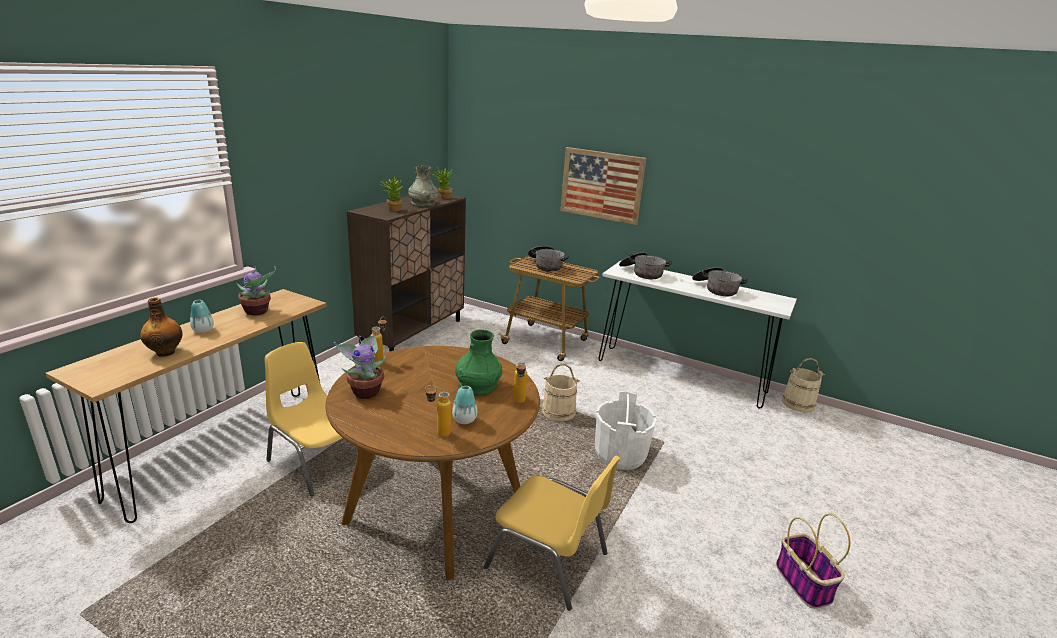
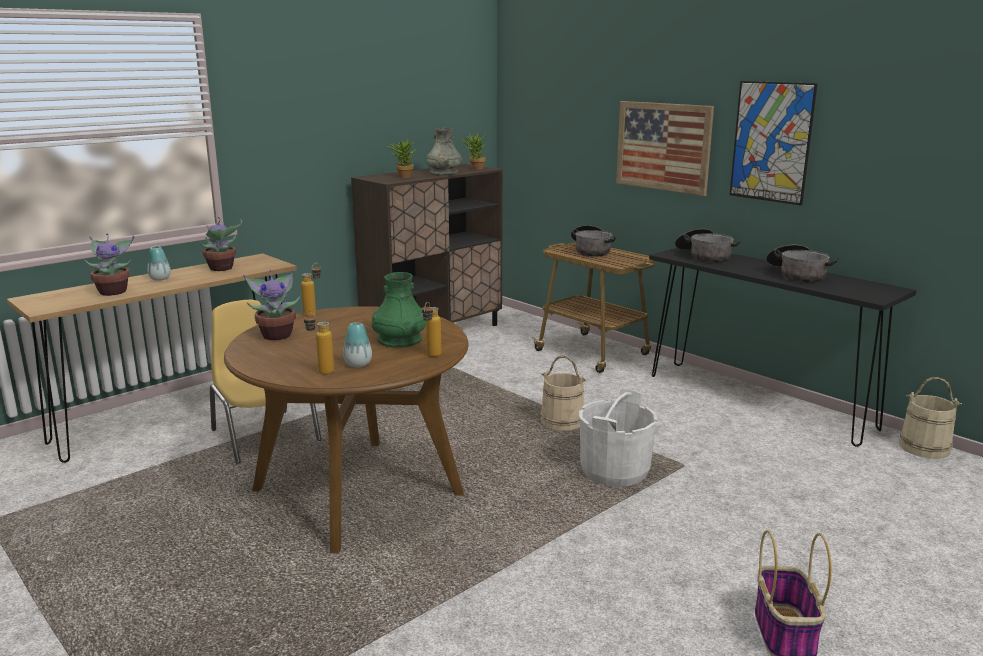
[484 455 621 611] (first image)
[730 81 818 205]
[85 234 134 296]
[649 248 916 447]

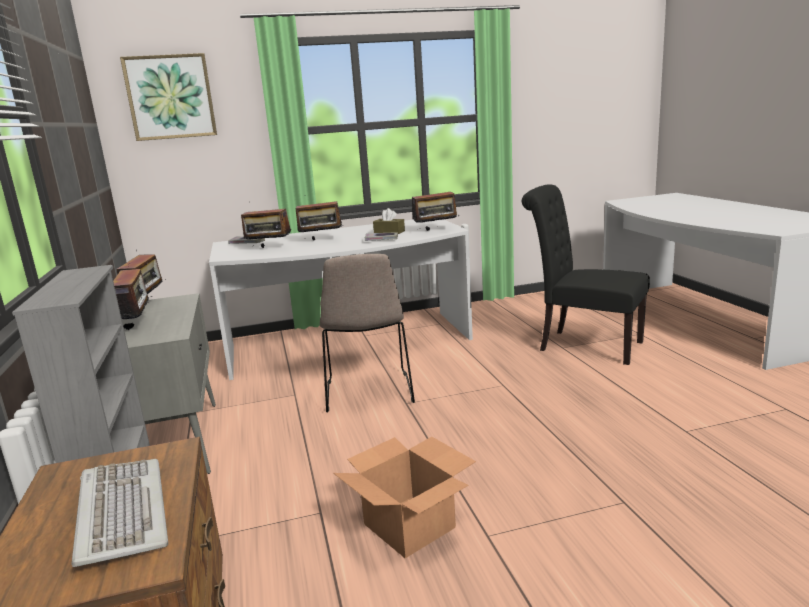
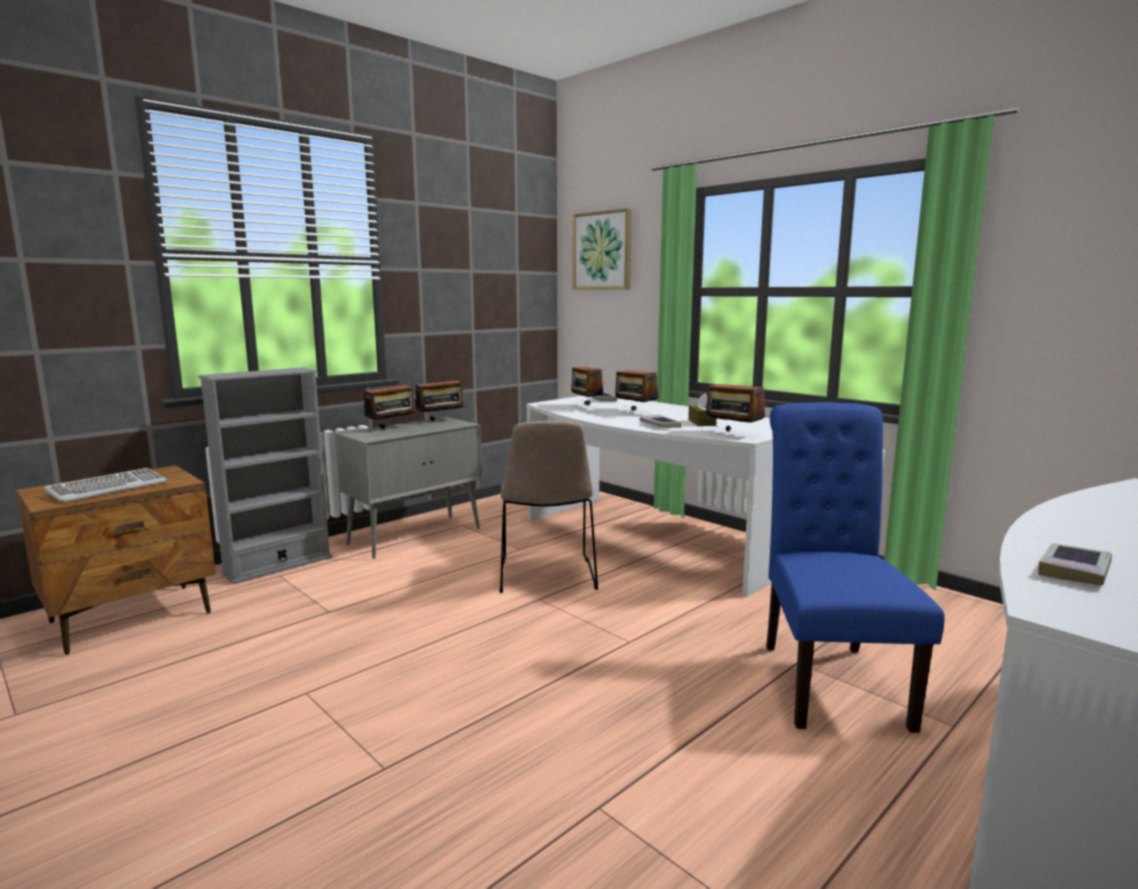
[333 437 476 558] (first image)
[1038 543 1112 585]
[766 402 944 733]
[500 421 598 593]

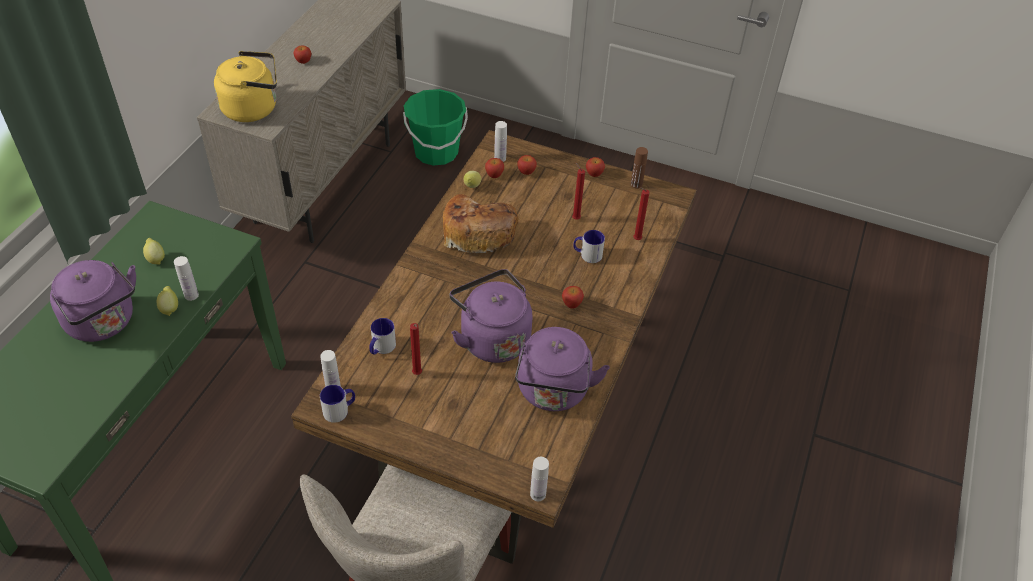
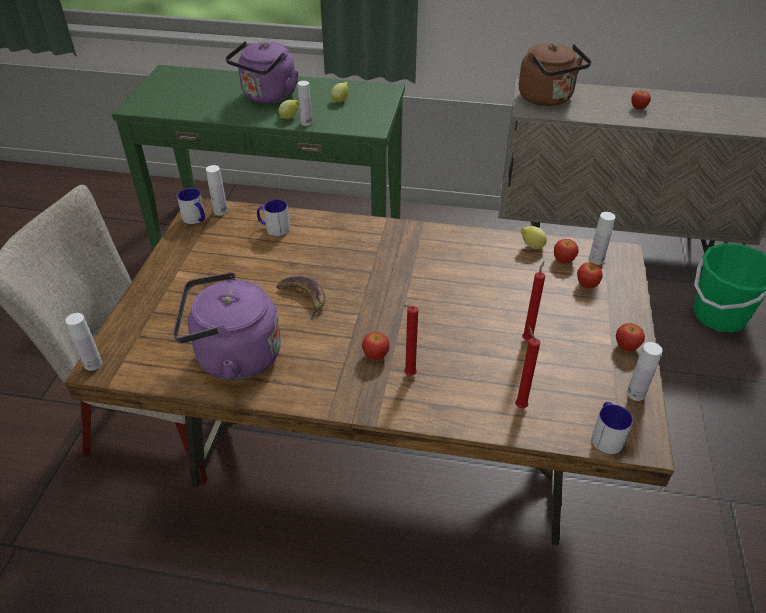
[443 194 519 253] (first image)
[404 305 418 376]
[592 402 633 454]
[276 276 325 320]
[519 44 591 106]
[627 342 663 401]

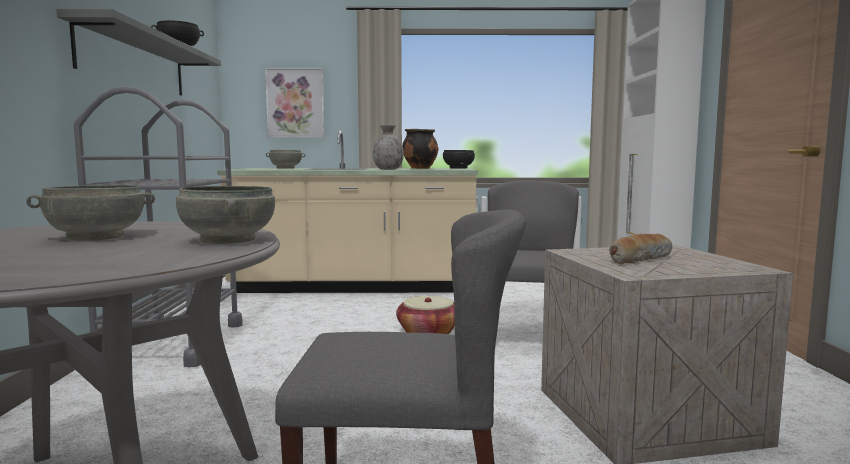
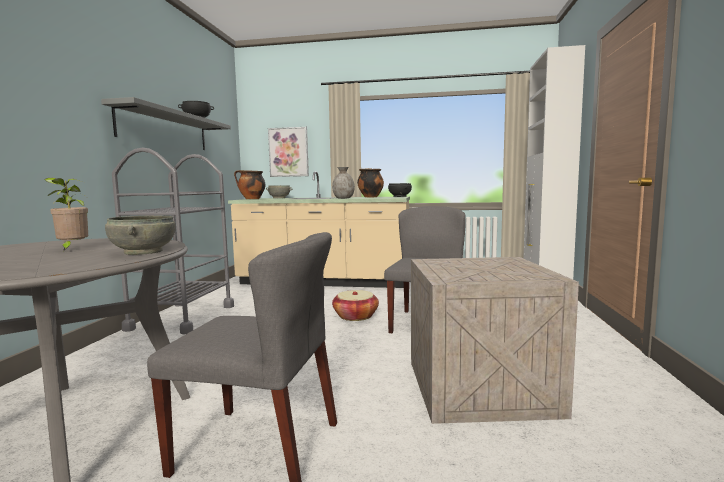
[609 233 672 264] (first image)
[234 170 266 199]
[44 178 88 251]

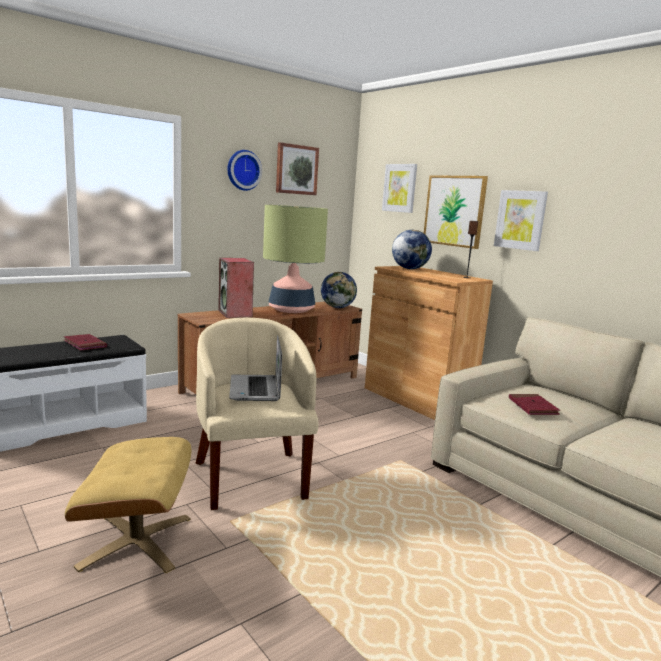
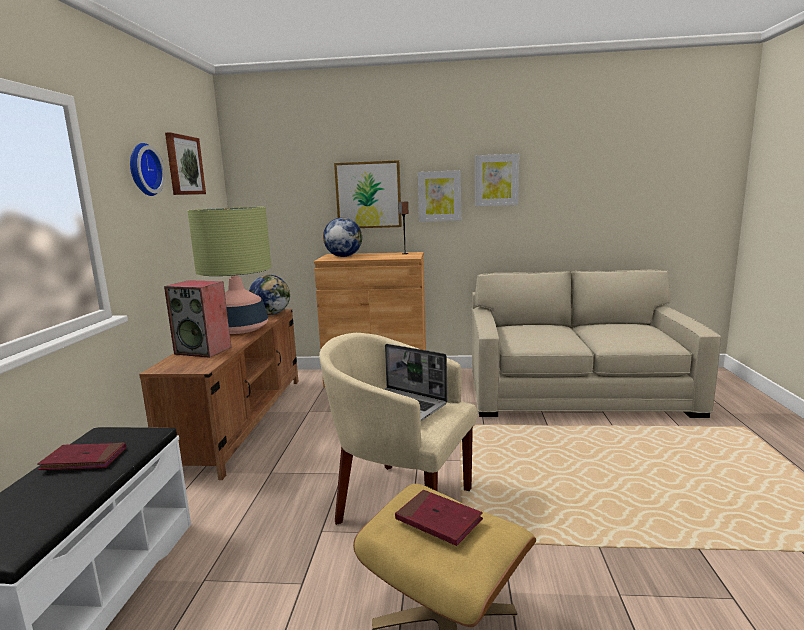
[475 154 519 206]
[395 490 483 546]

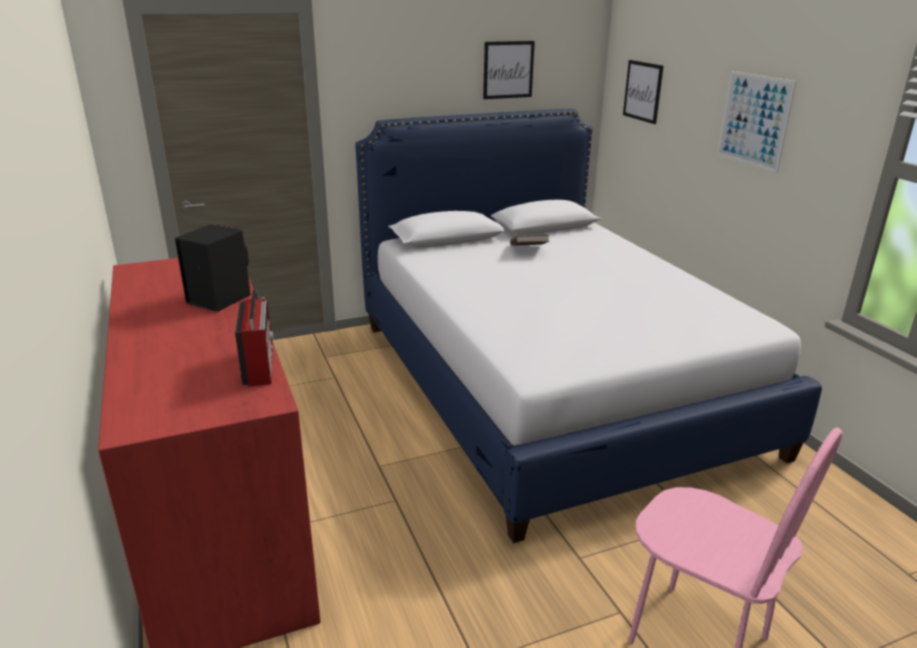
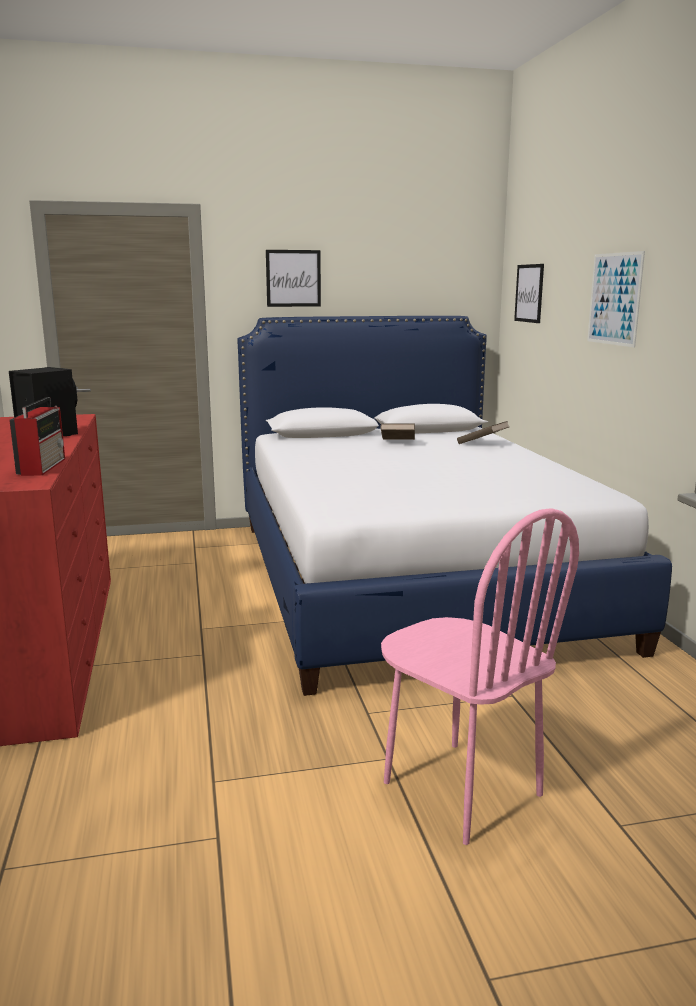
[457 421 509 444]
[266 250 321 307]

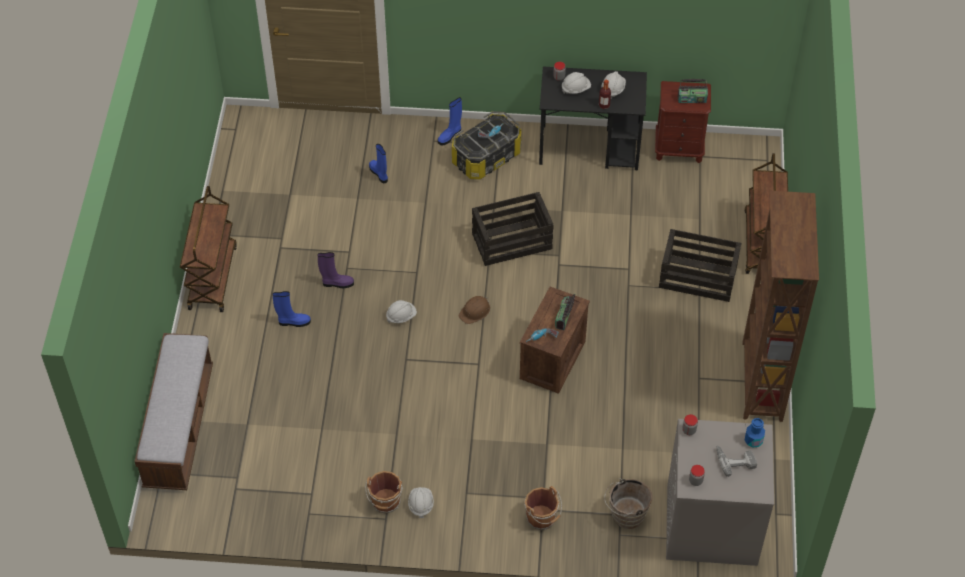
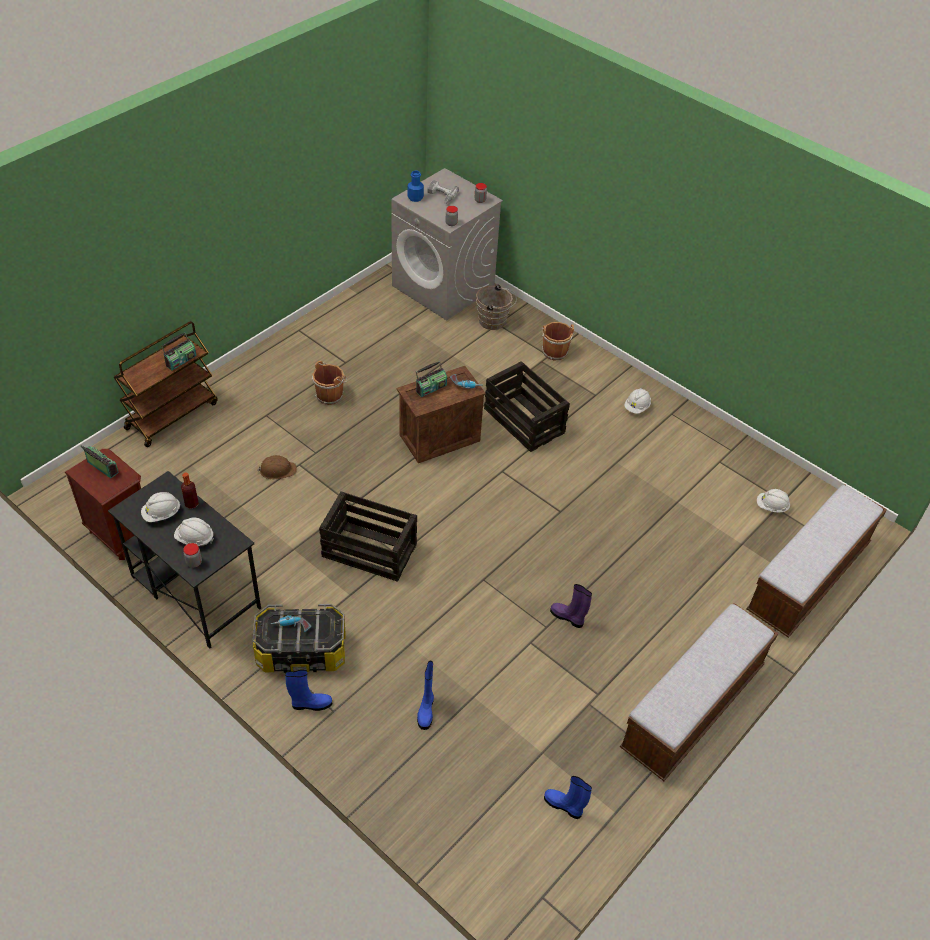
[742 191 819 422] (first image)
[161 332 196 370]
[544 776 592 819]
[311 361 347 405]
[757 489 790 513]
[257 455 297 479]
[484 361 570 452]
[620 603 778 781]

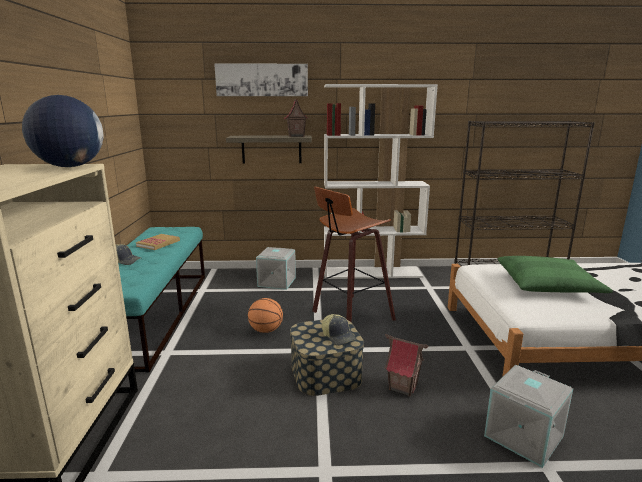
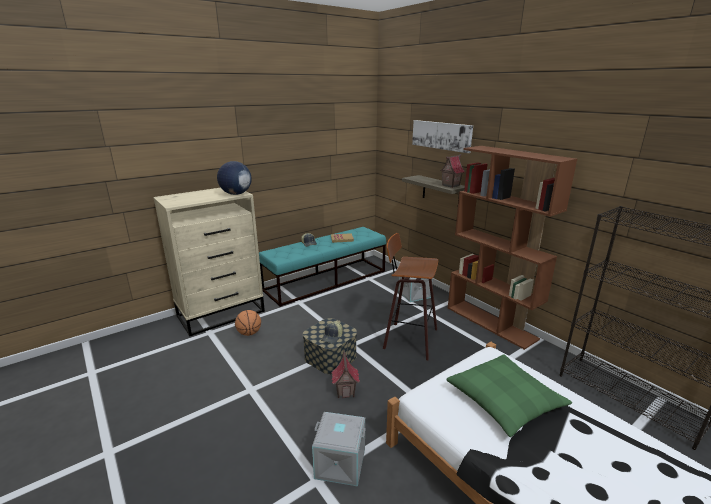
[235 310 261 336]
[448 146 577 350]

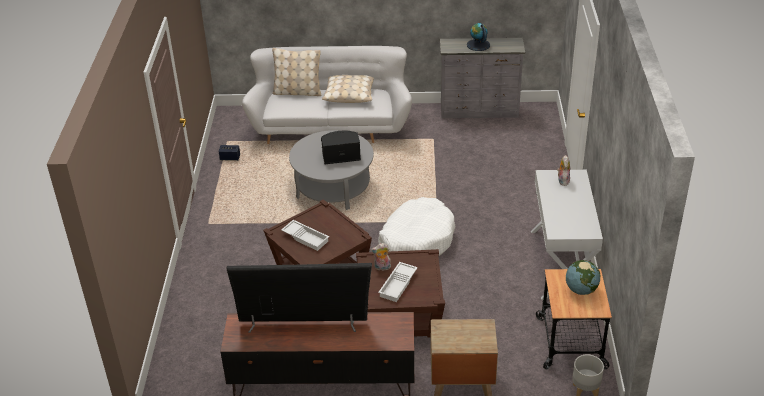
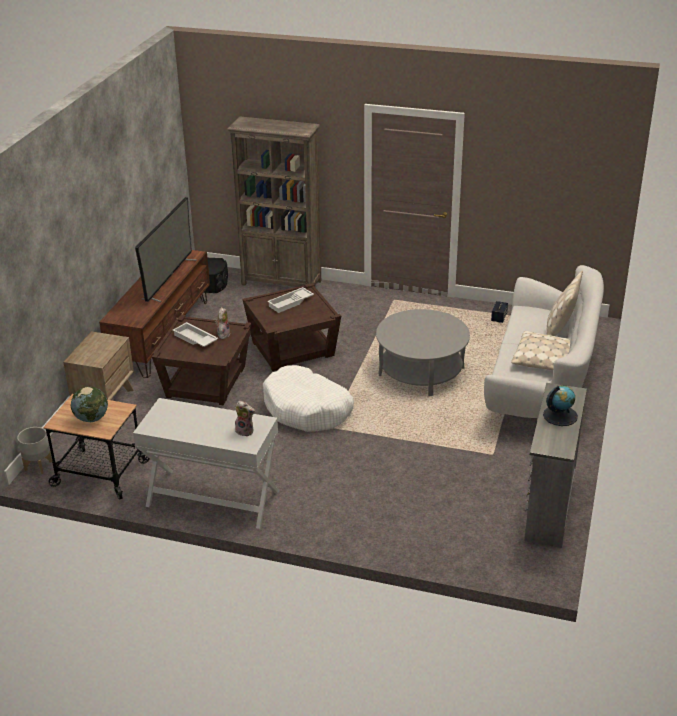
[227 117 321 287]
[204 258 228 293]

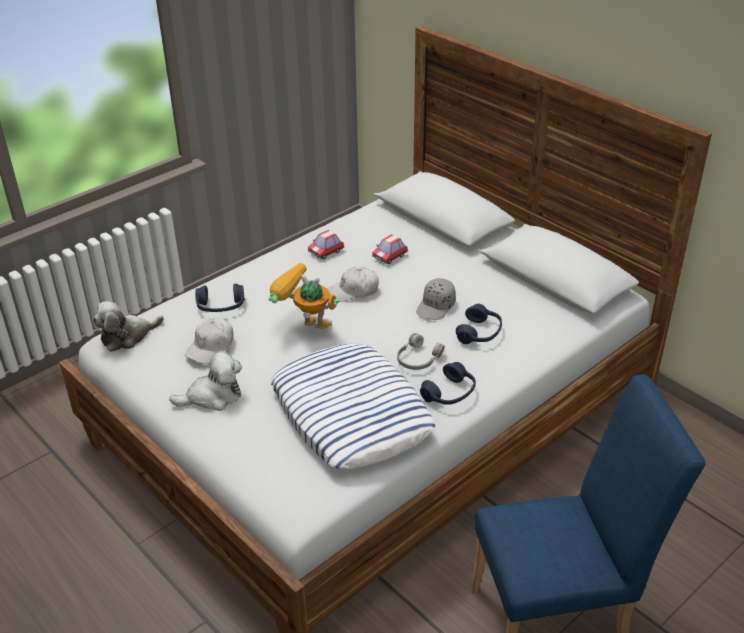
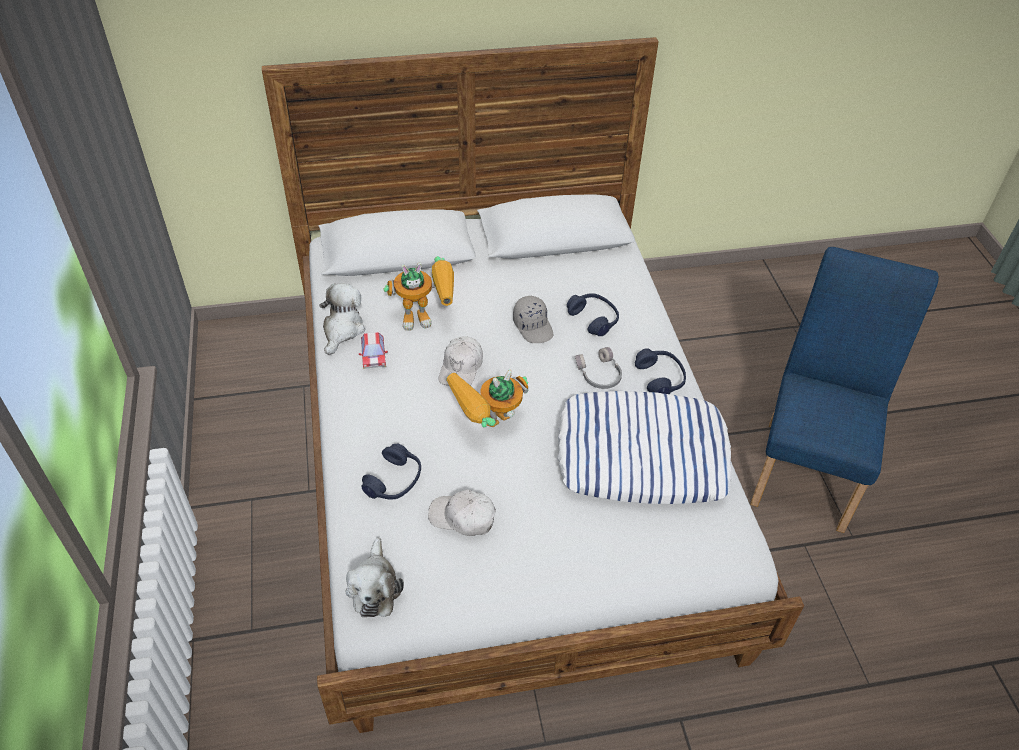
[319 283 365 355]
[383 256 454 331]
[428 489 496 536]

